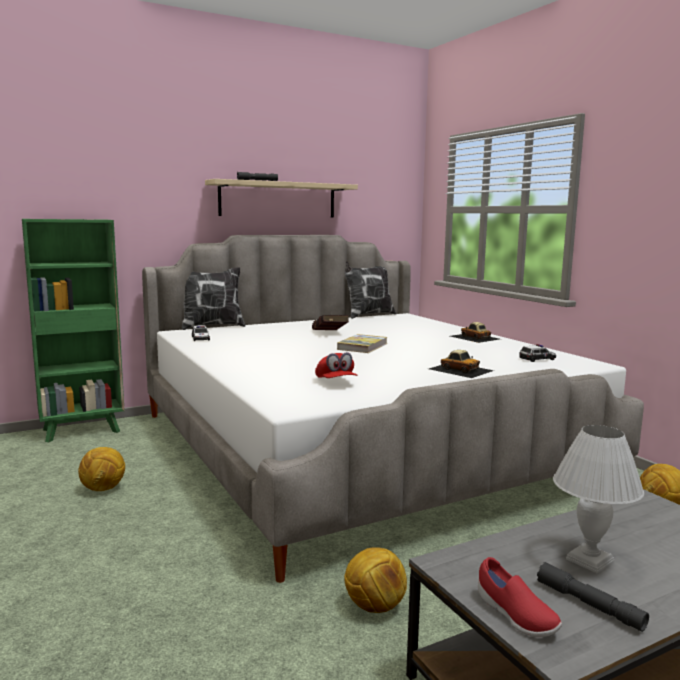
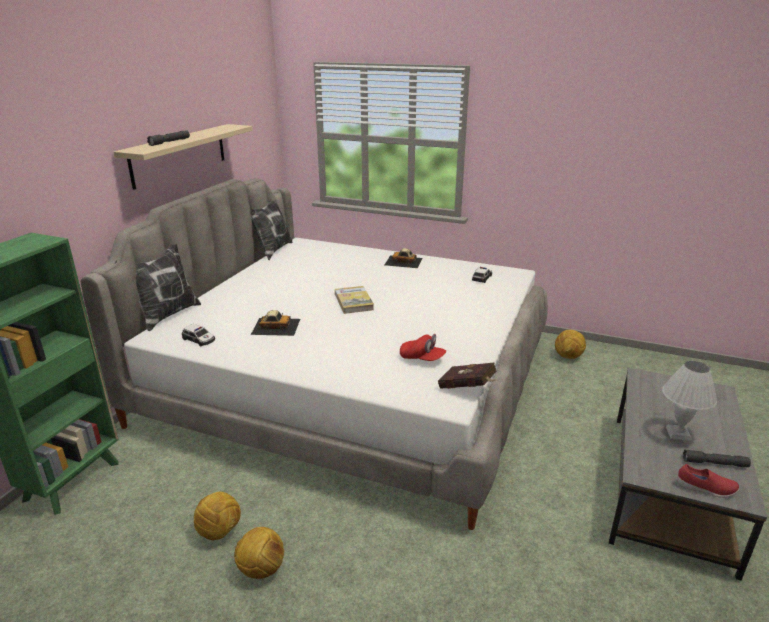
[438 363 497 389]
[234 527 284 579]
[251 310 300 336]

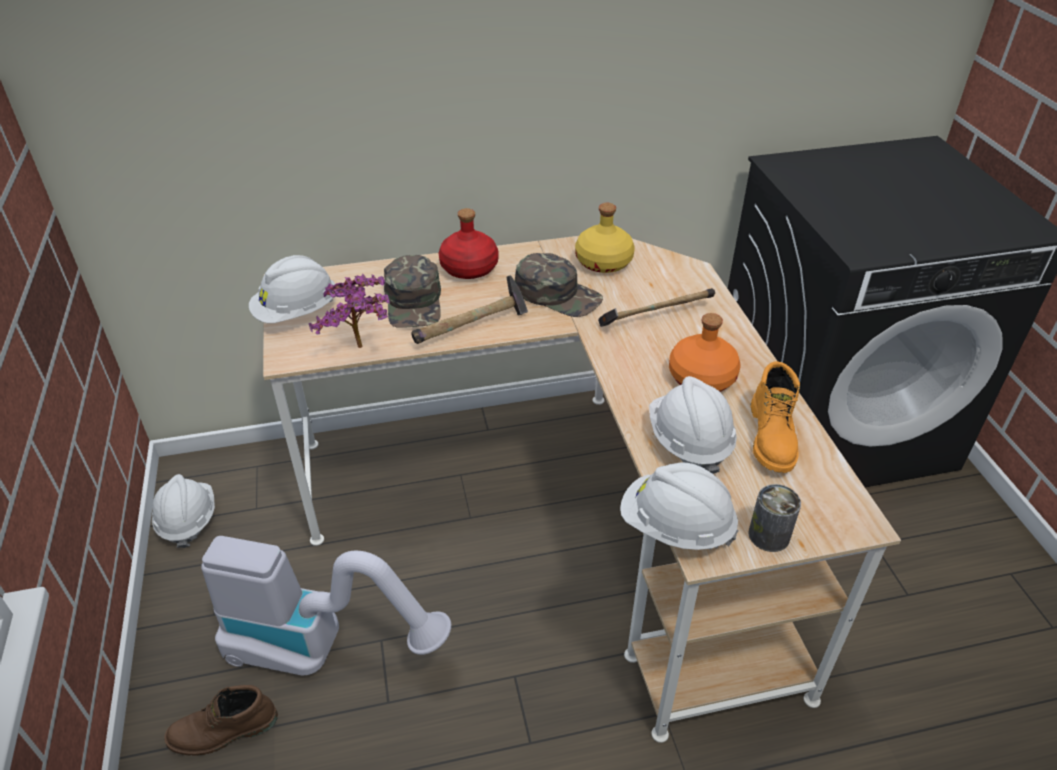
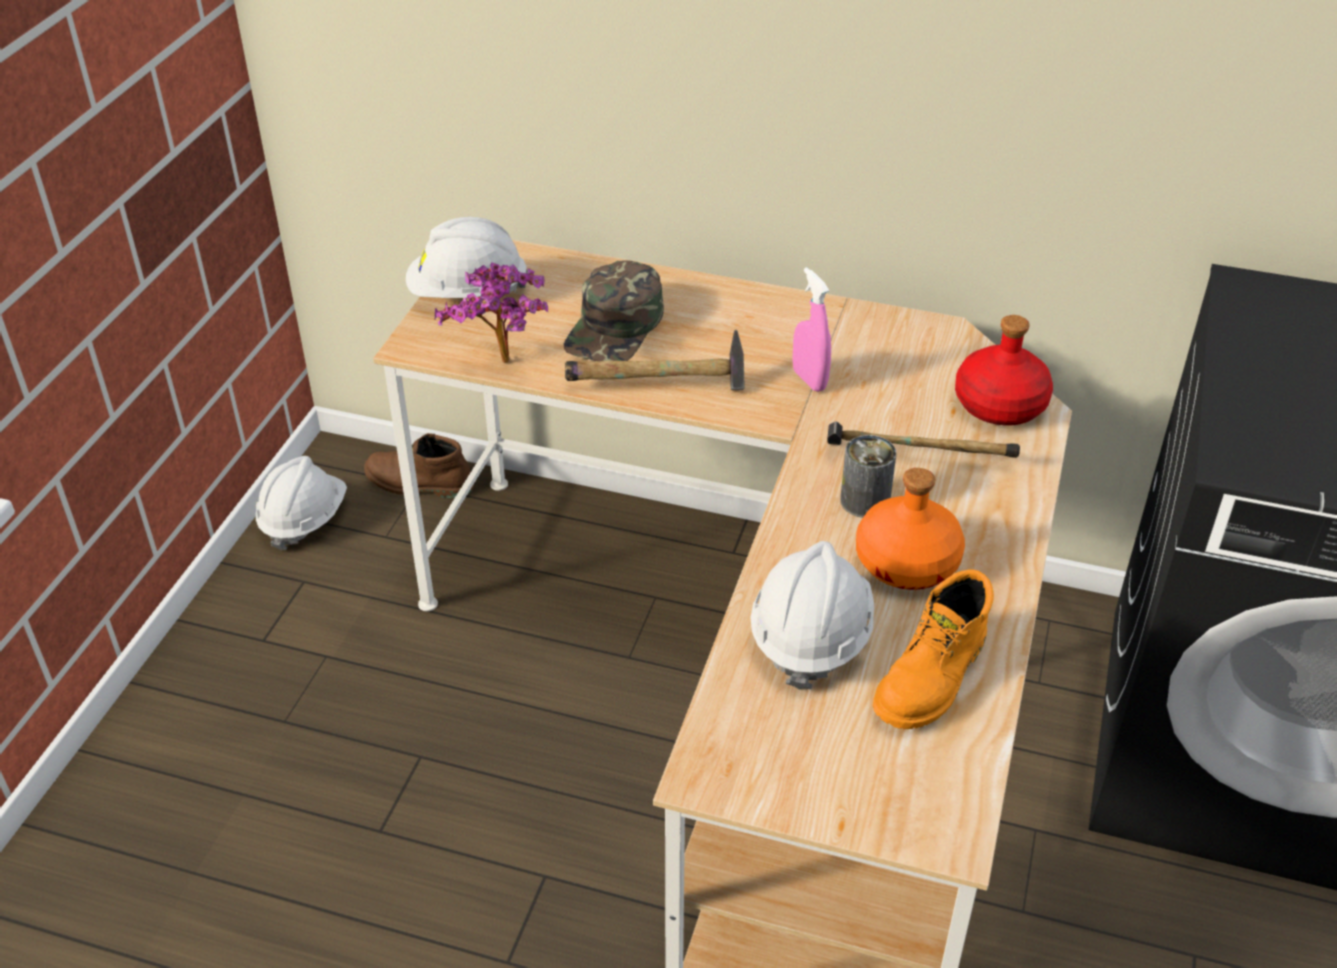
[201 536 451 675] (first image)
[575 203 635 273] (first image)
[620 463 739 550] (first image)
[364 433 474 498]
[955 315 1053 425]
[840 435 896 518]
[792 267 831 392]

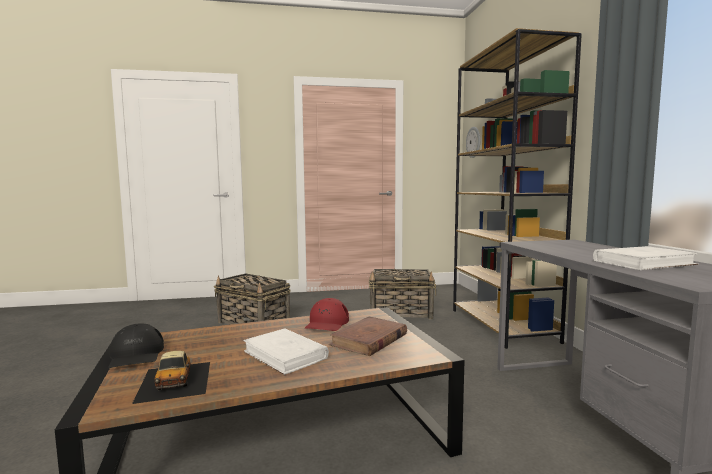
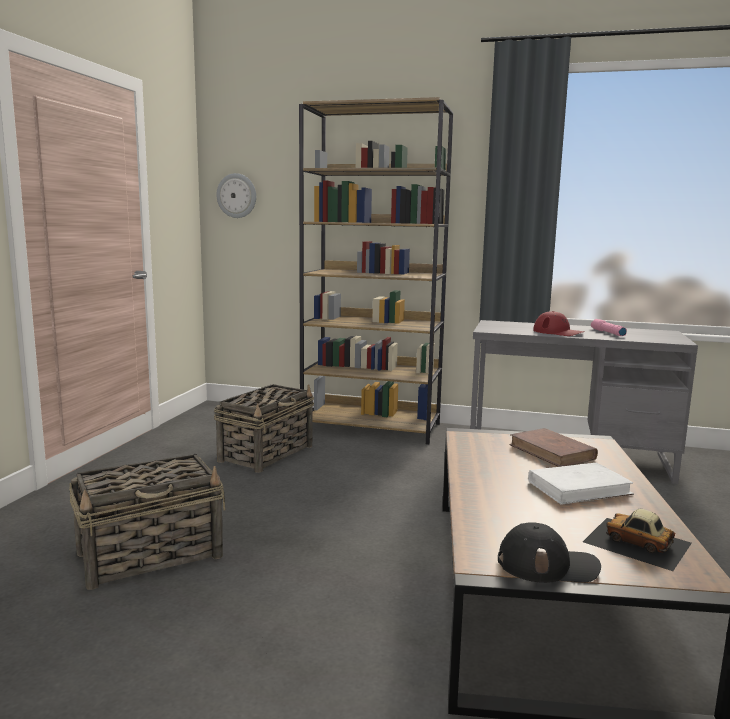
[533 311 585 336]
[591 319 627 336]
[583 509 692 571]

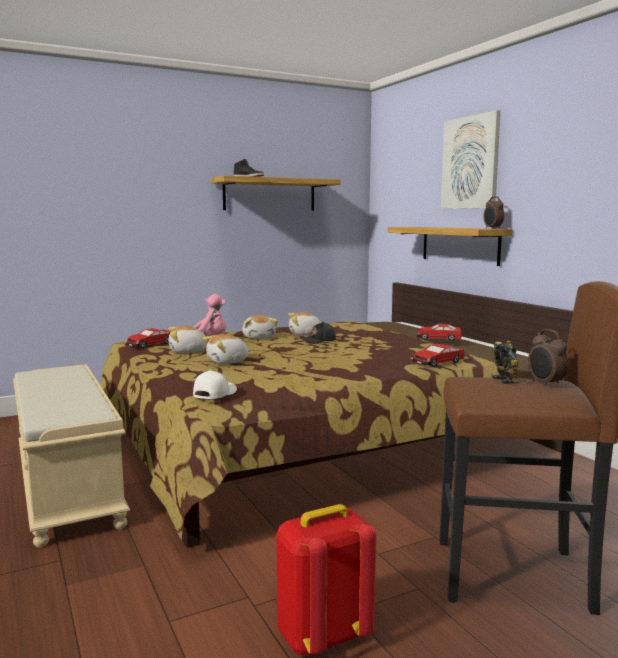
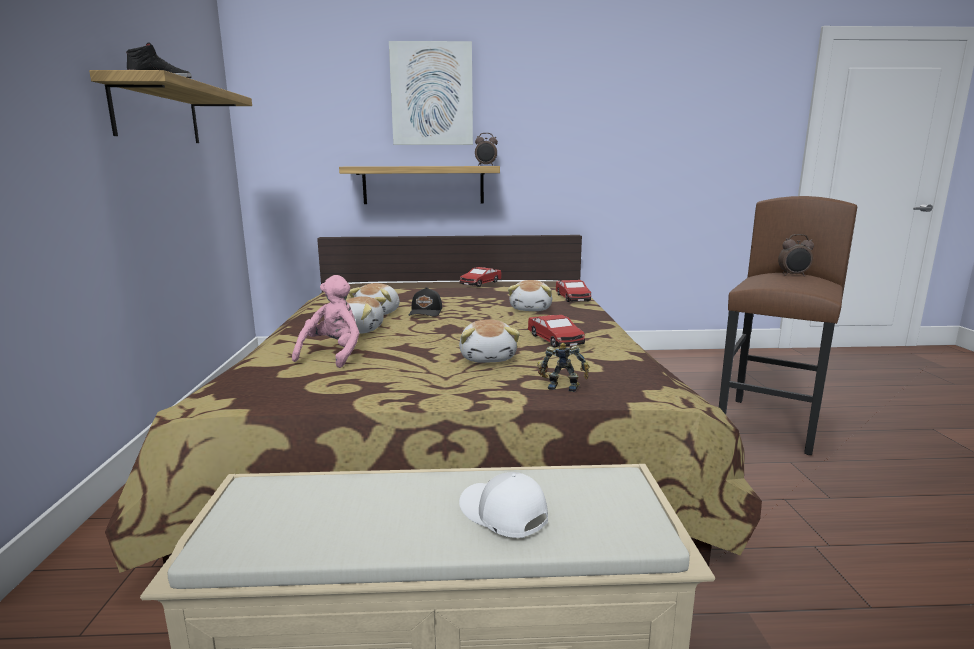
[276 504 376 656] (first image)
[528 315 585 348]
[508 280 552 311]
[459 472 548 538]
[537 343 590 392]

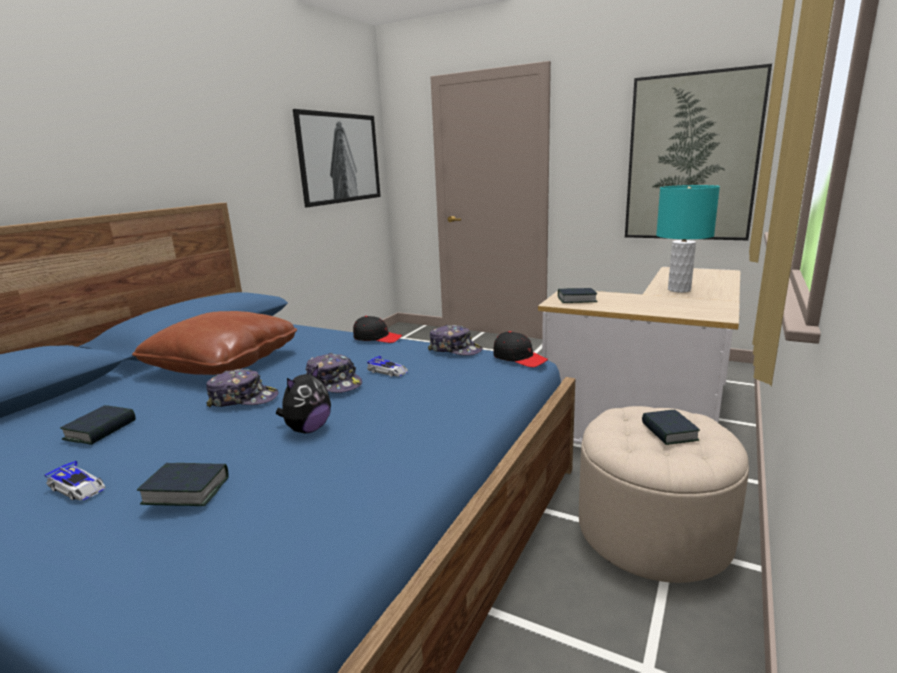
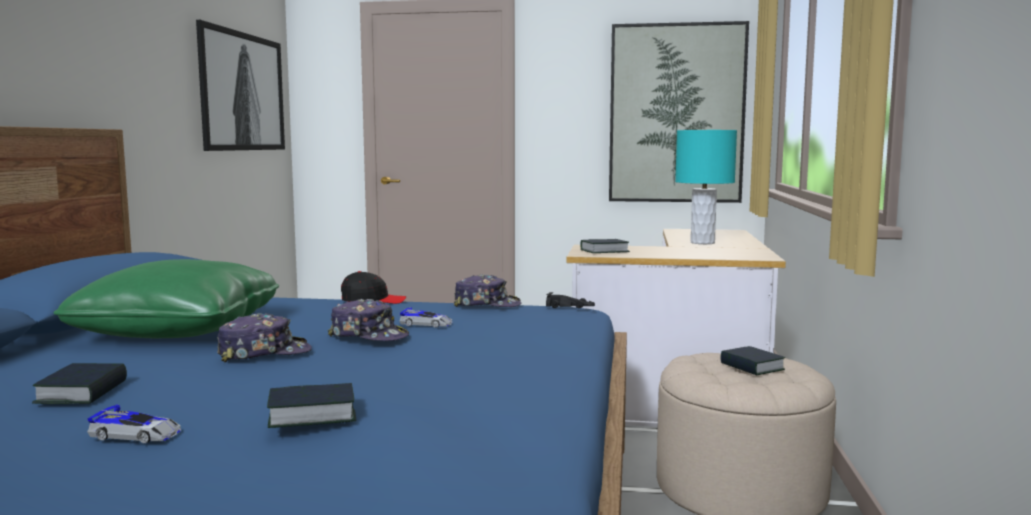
[276 366 331 433] (first image)
[546 292 595 309]
[53 259 279 338]

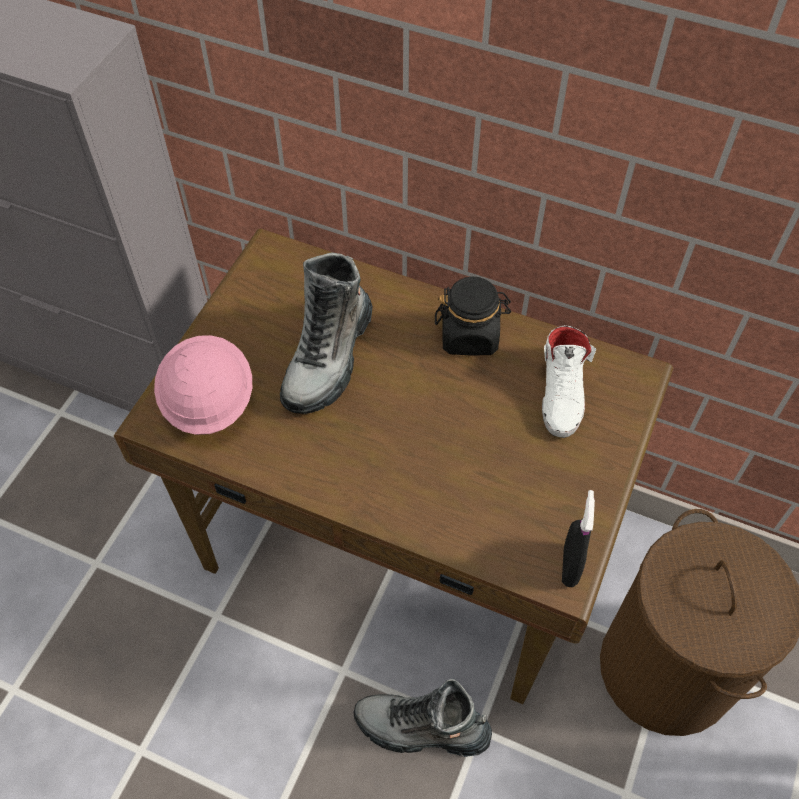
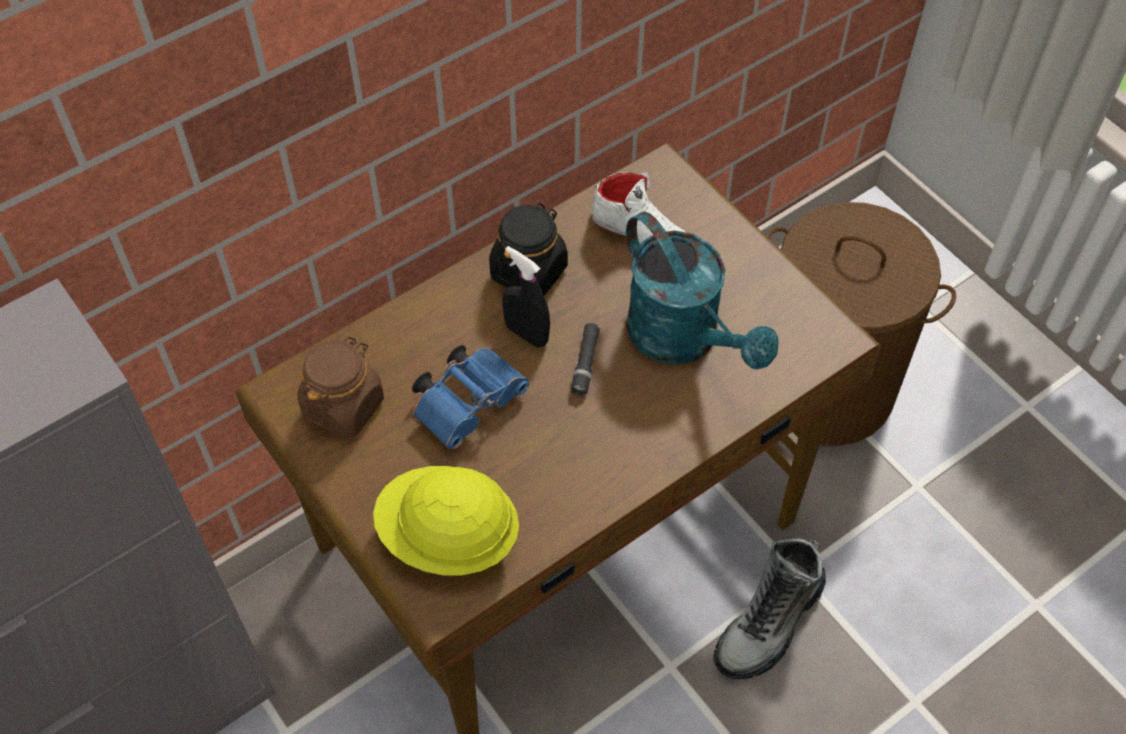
[297 336 384 439]
[571 323 600 396]
[626 211 779 369]
[503 246 550 348]
[412 345 529 449]
[373 466 519 576]

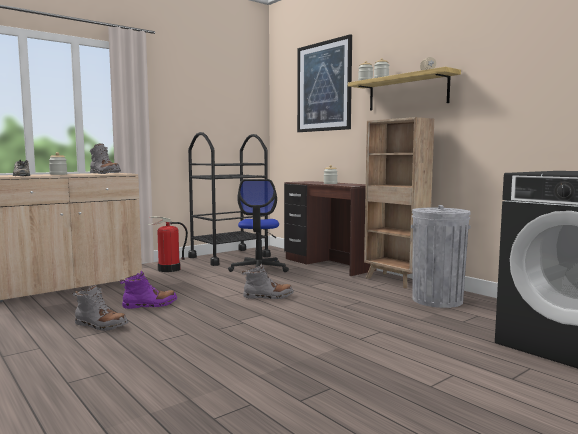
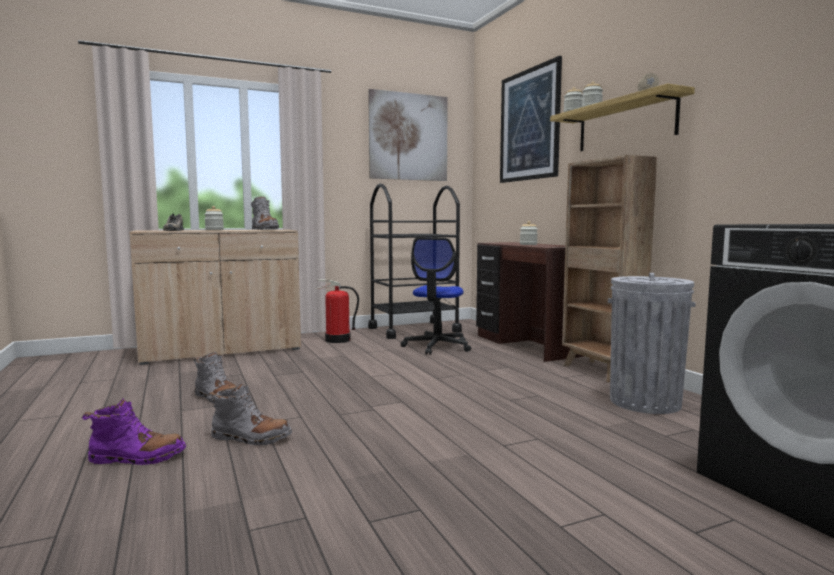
[368 89 448 181]
[81 398 186 465]
[207 382 292 445]

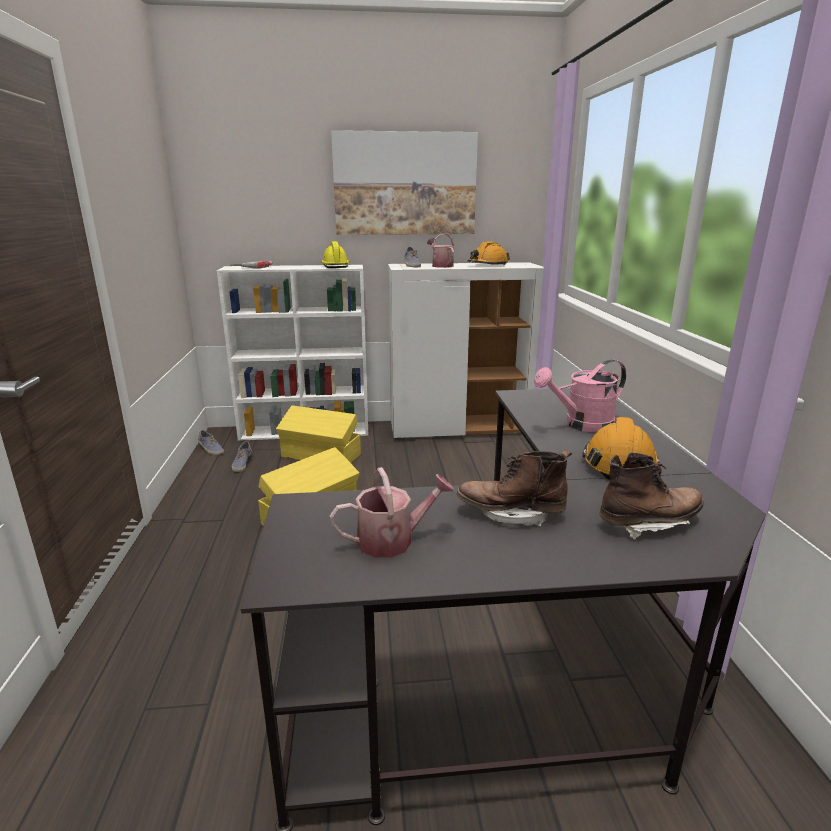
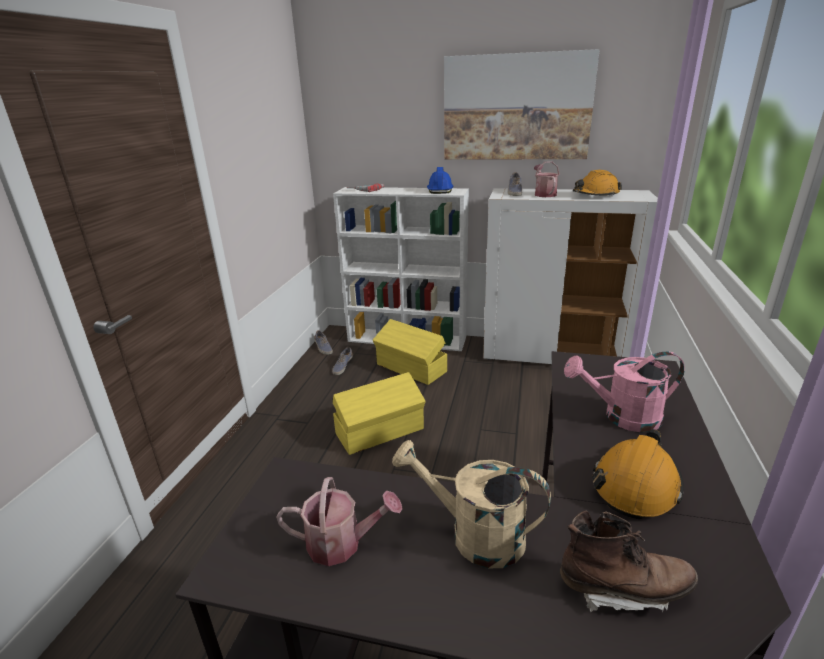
[392 440 551 568]
[427 167 453 194]

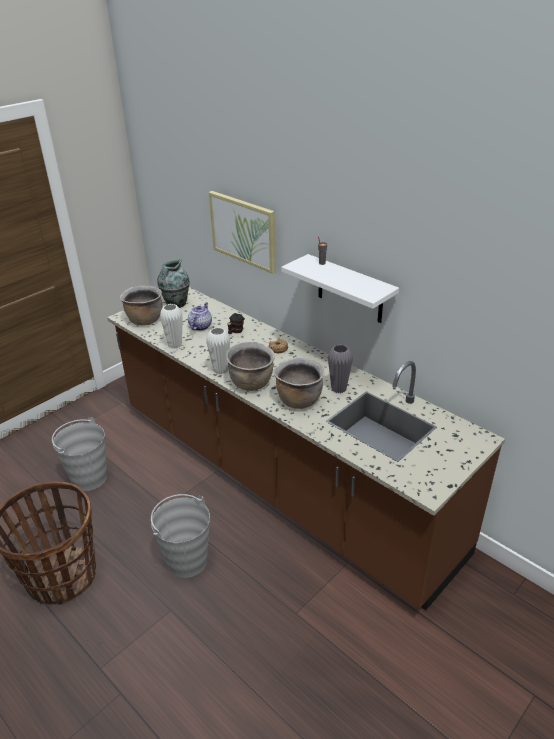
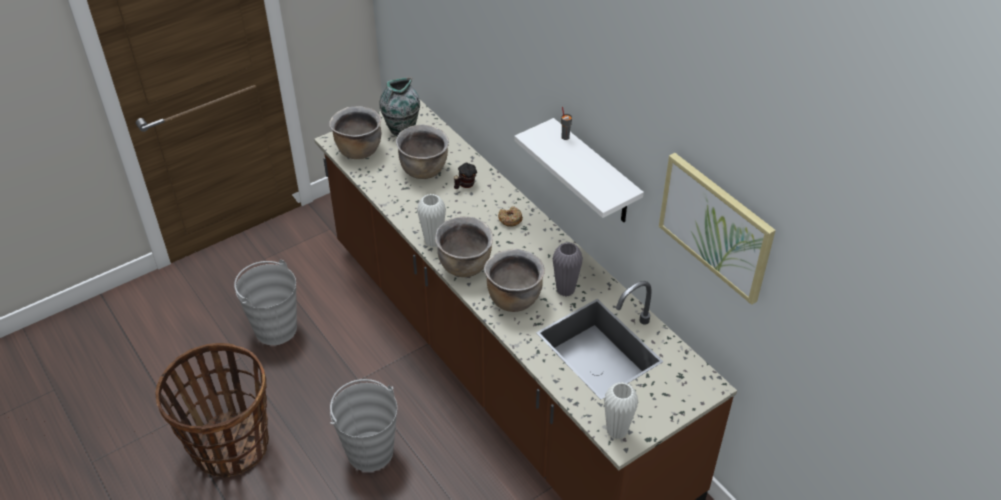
[604 382 638 439]
[659 153 776 305]
[396 124 449 179]

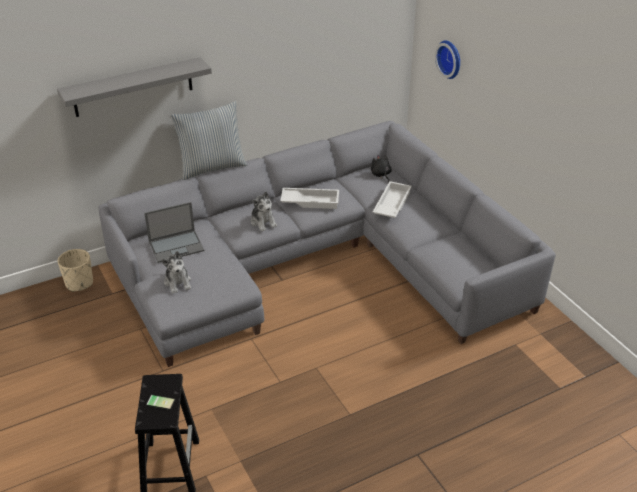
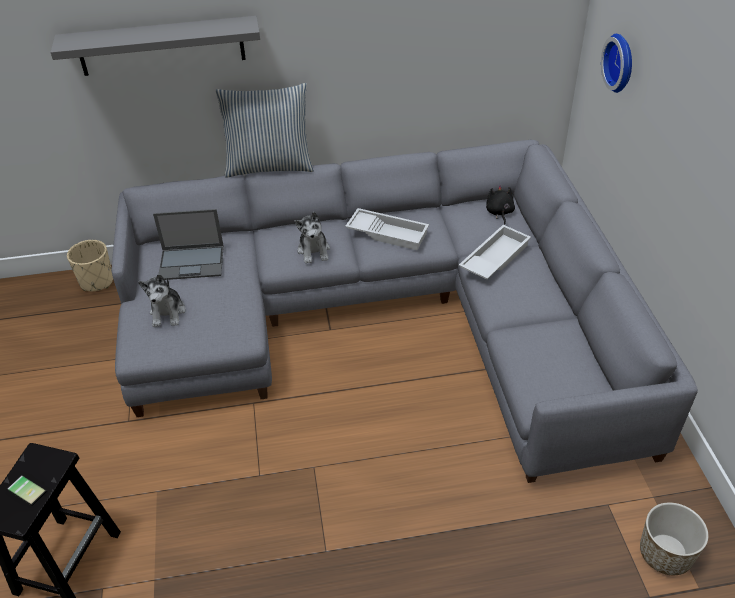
[640 502 709 575]

